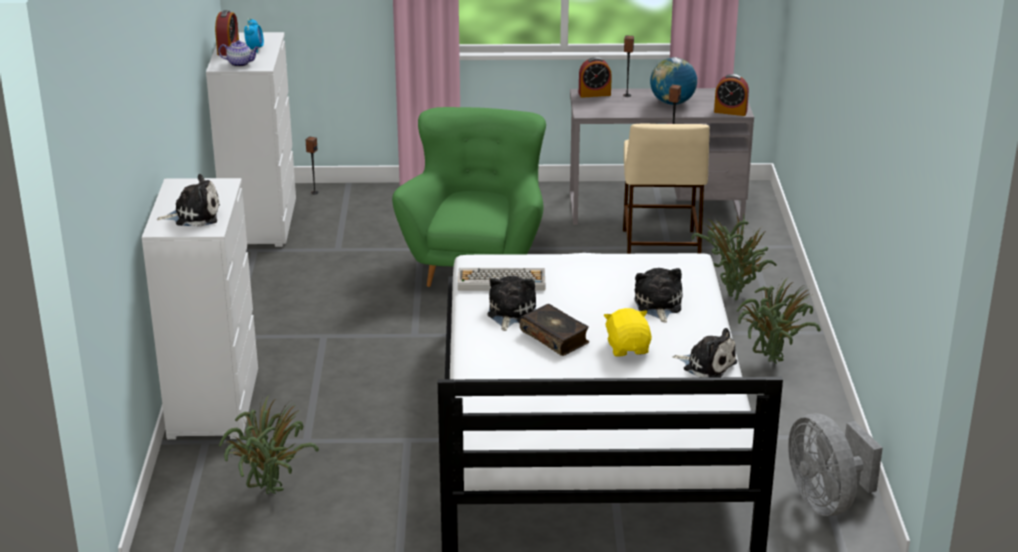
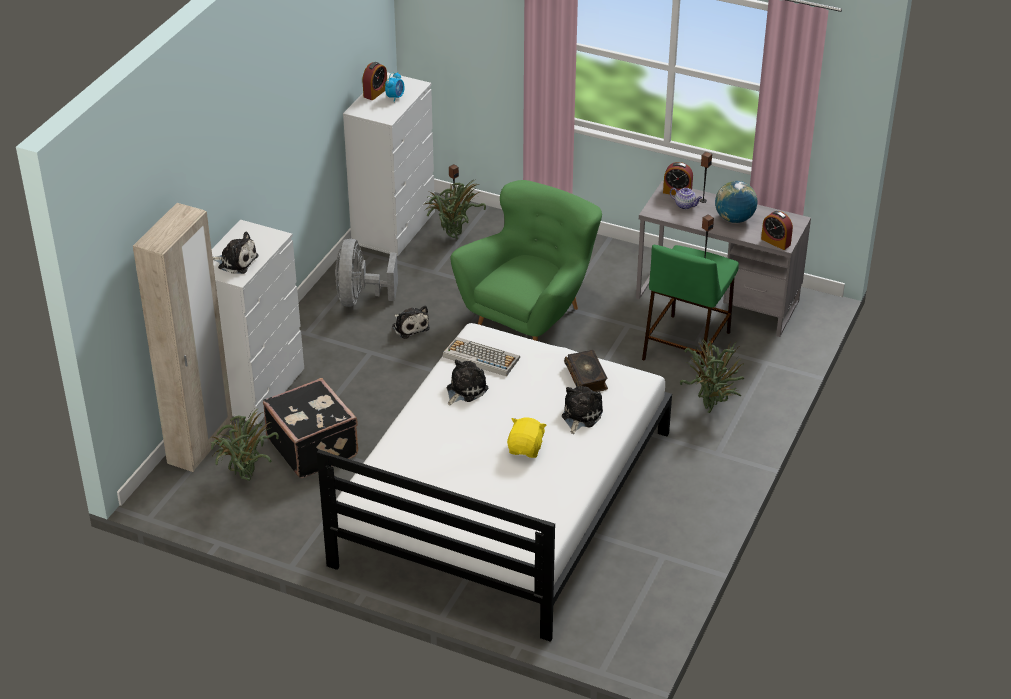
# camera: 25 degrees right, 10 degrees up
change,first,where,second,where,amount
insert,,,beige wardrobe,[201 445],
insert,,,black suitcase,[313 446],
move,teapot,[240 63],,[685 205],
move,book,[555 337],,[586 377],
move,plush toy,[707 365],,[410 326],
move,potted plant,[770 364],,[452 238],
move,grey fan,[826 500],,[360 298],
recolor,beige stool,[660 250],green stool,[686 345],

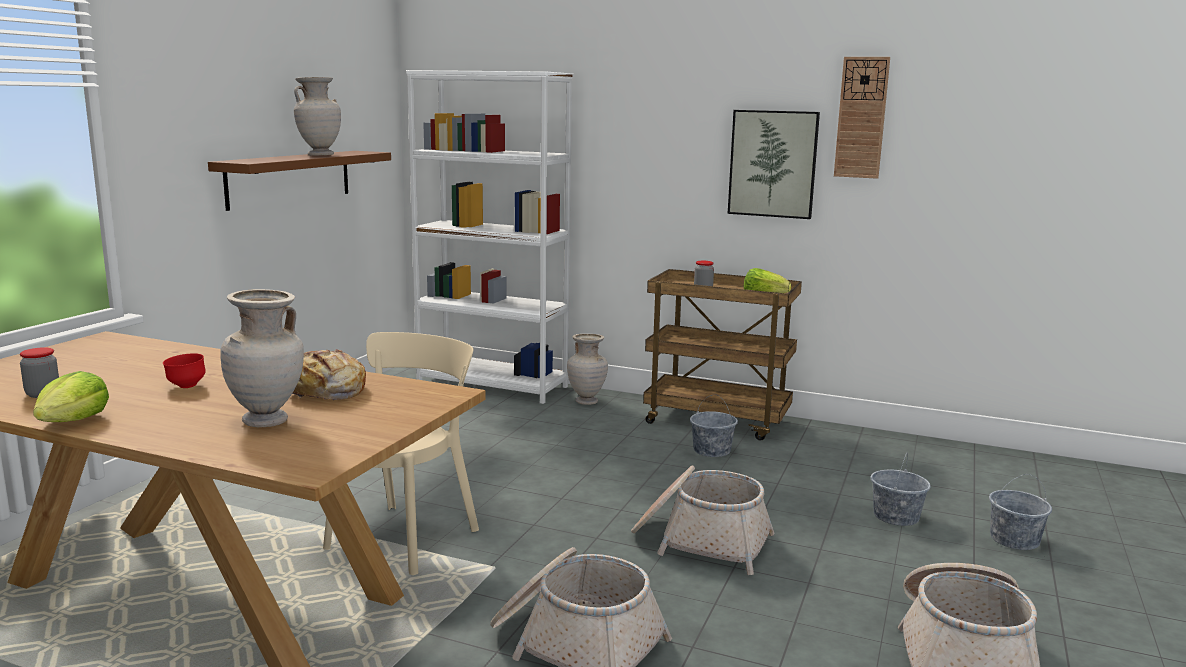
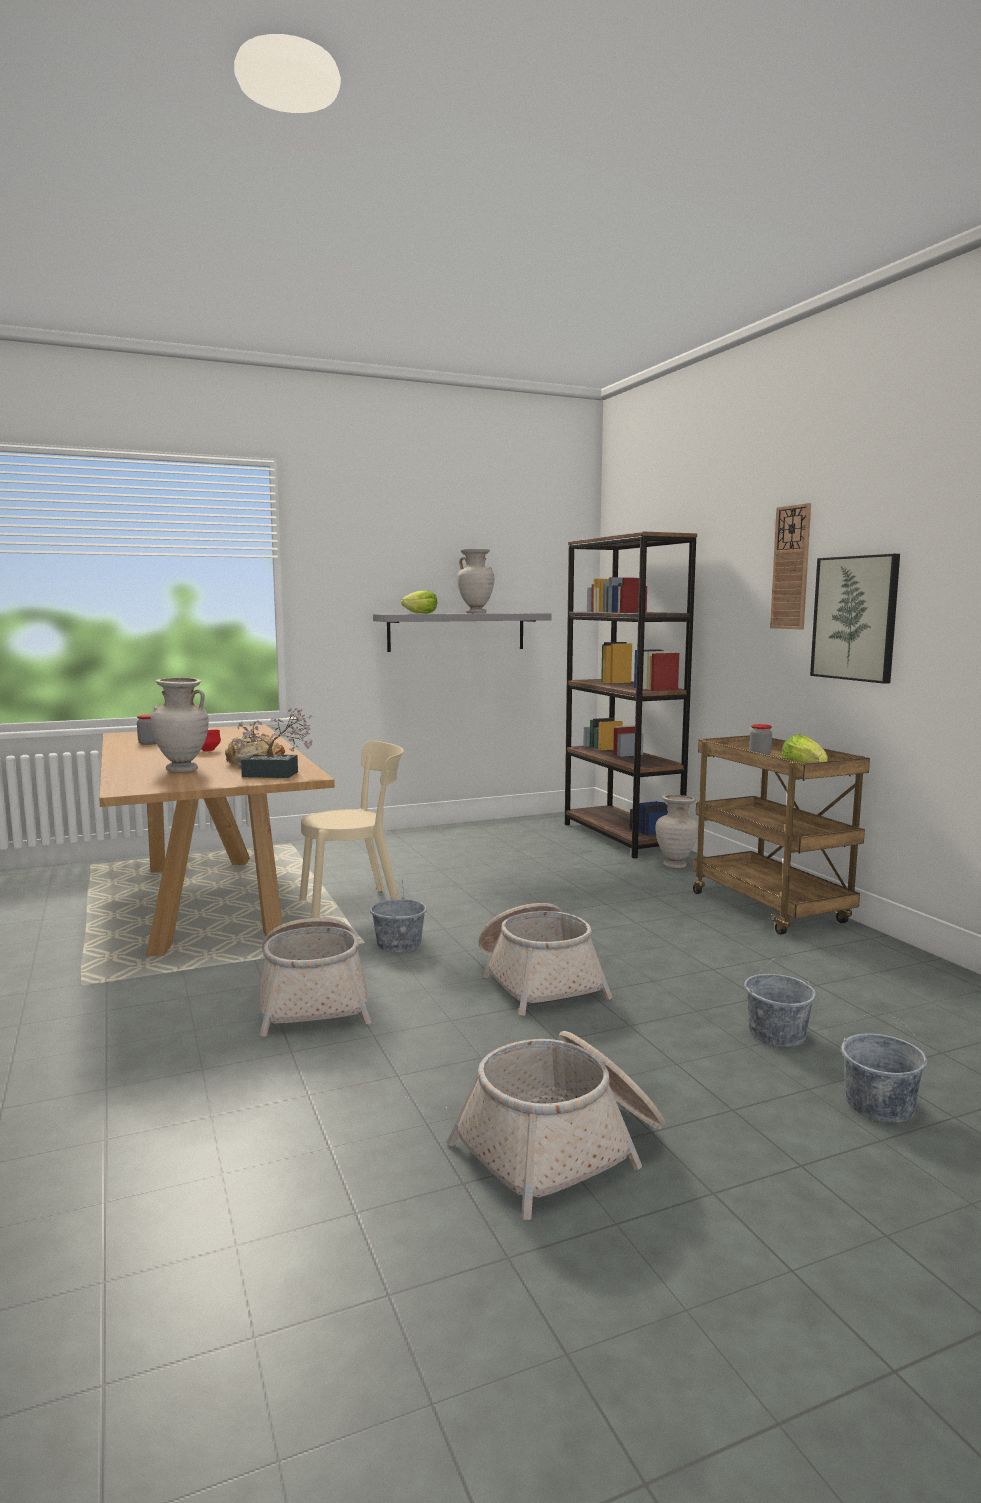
# camera: 45 degrees right, 5 degrees down
change,first,where,second,where,amount
insert,,,potted plant,[276 774],
move,lettuce,[74 421],,[420 613],
move,grey bucket,[711 450],,[399 945],
move,wall clock,[861 118],,[791 567],
recolor,brown shelf,[290 178],grey shelf,[456 632],
recolor,white bookcase,[492 385],brown bookcase,[621 837],

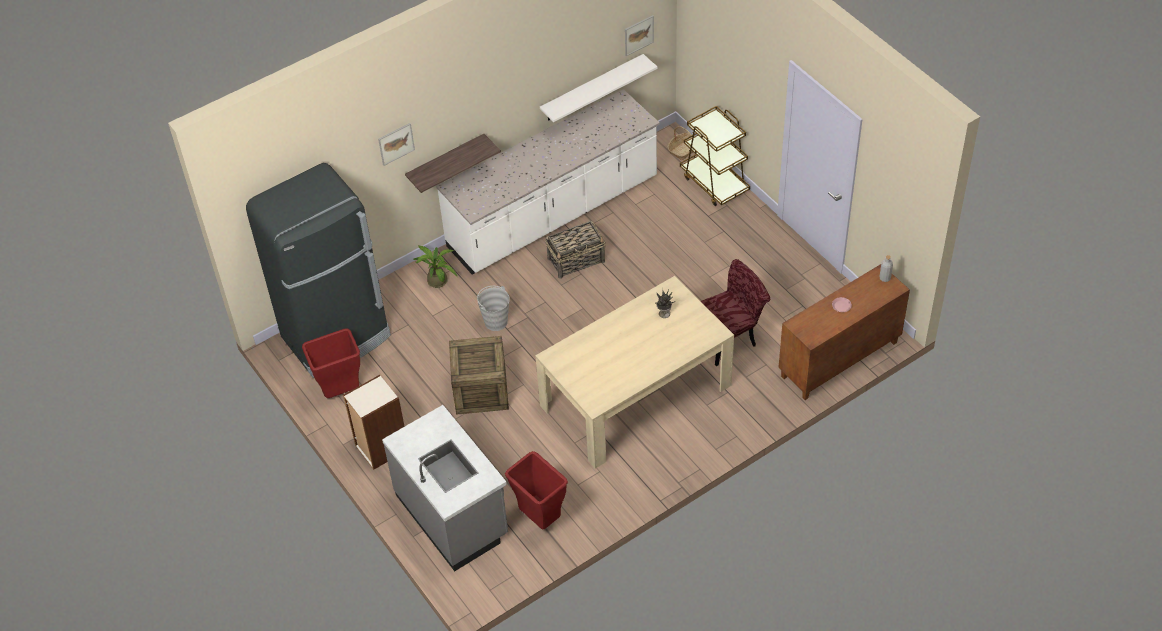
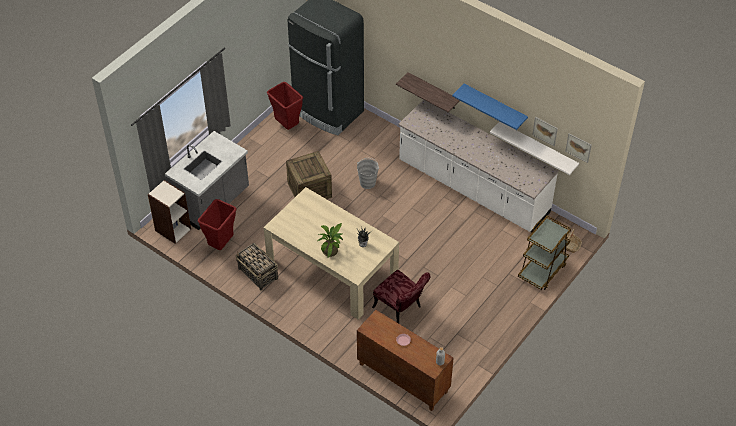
# camera: 70 degrees right, 0 degrees up
change,first,where,second,where,amount
insert,,,blue shelf,[495 105],
move,bookcase,[381 448],,[172 229],
move,picture,[396 143],,[545 131],
move,potted plant,[436 279],,[331 250],
move,basket,[576 260],,[258 274],

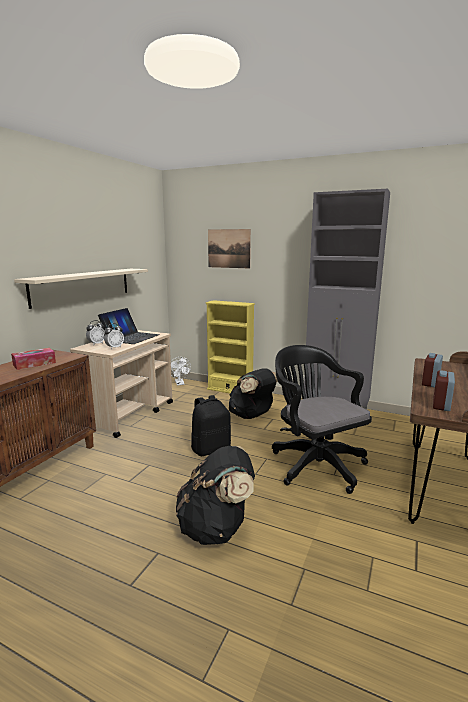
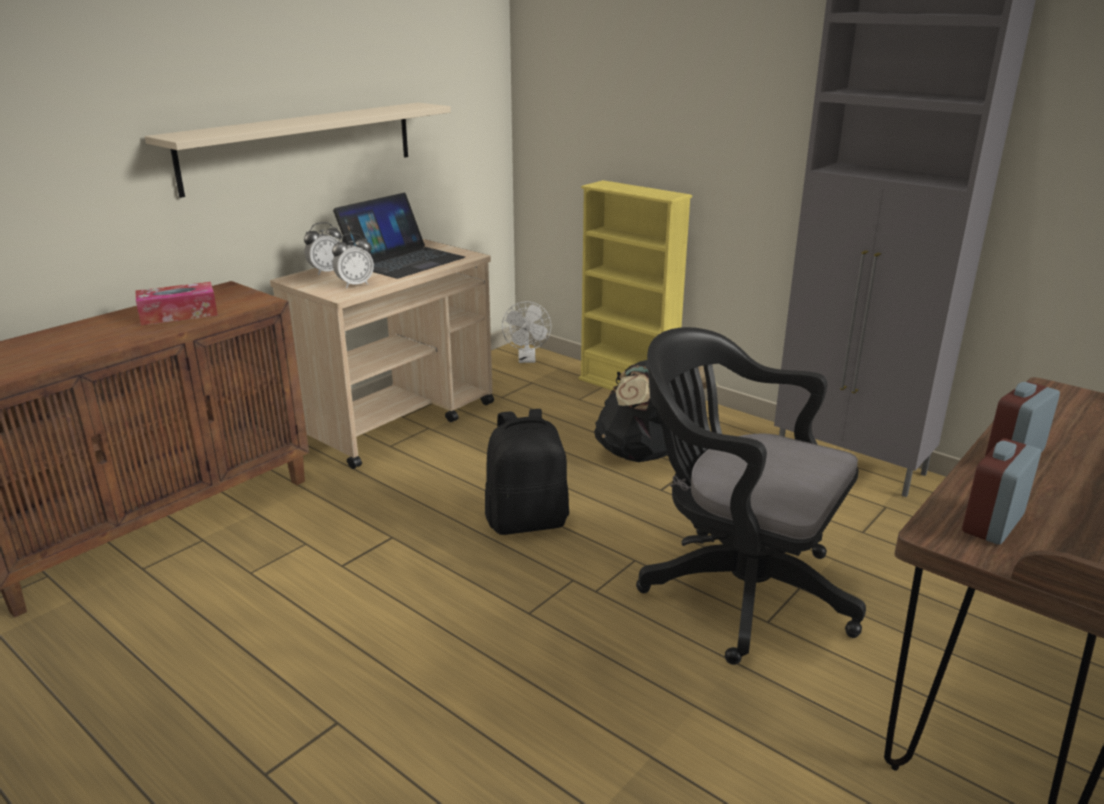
# camera: 15 degrees right, 10 degrees up
change,first,where,second,where,amount
delete,black backpack,[216 528],,,
delete,picture,[229 248],,,
rotate,black office chair,[315 463],,[736 588],45 degrees counterclockwise

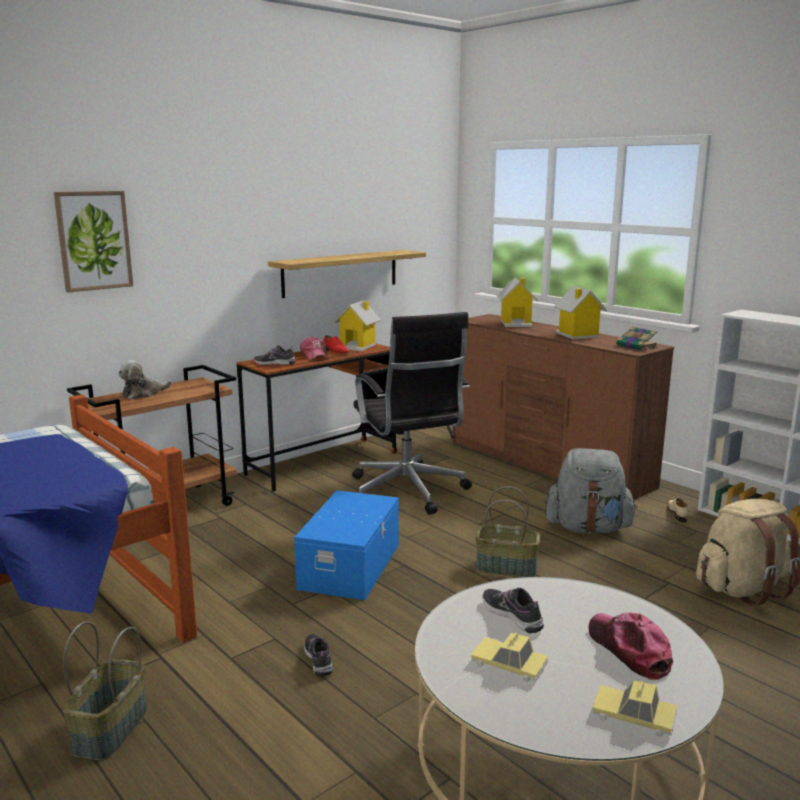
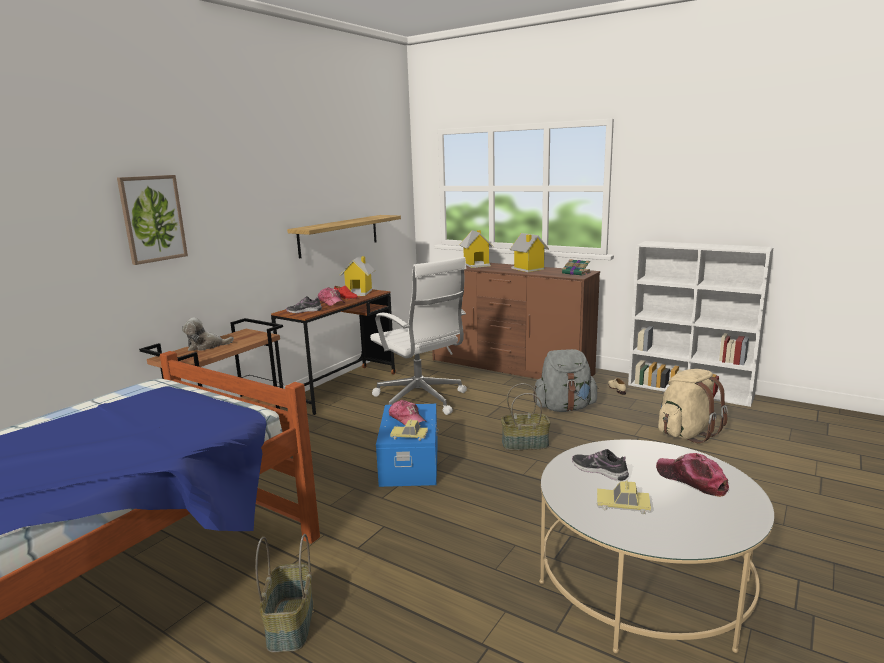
# camera: 15 degrees left, 0 degrees up
change,first,where,second,where,amount
delete,shoe,[318 659],,,
insert,,,cap,[407 419],
move,toy car,[634 716],,[409 436],
recolor,black office chair,[408 492],white office chair,[421 400],
rotate,plush toy,[143 393],,[206 346],45 degrees clockwise

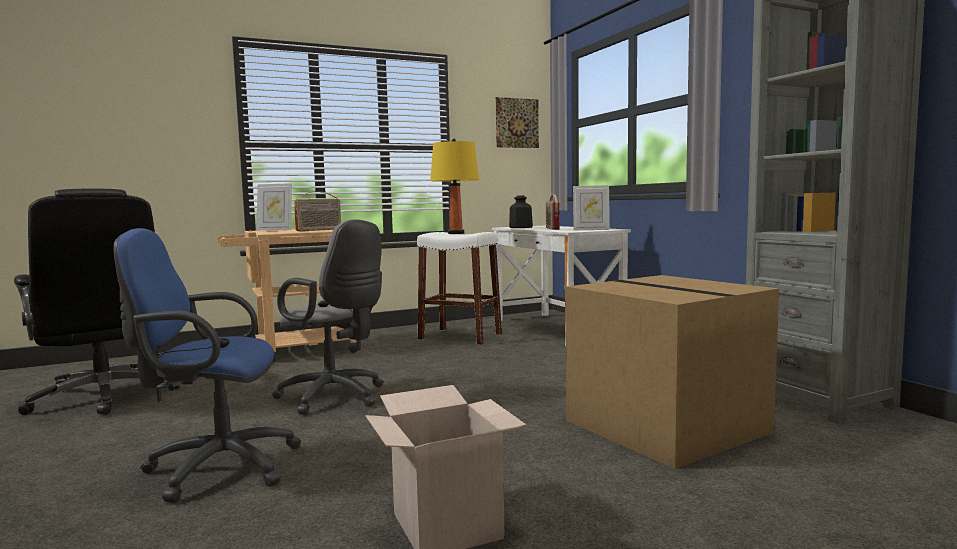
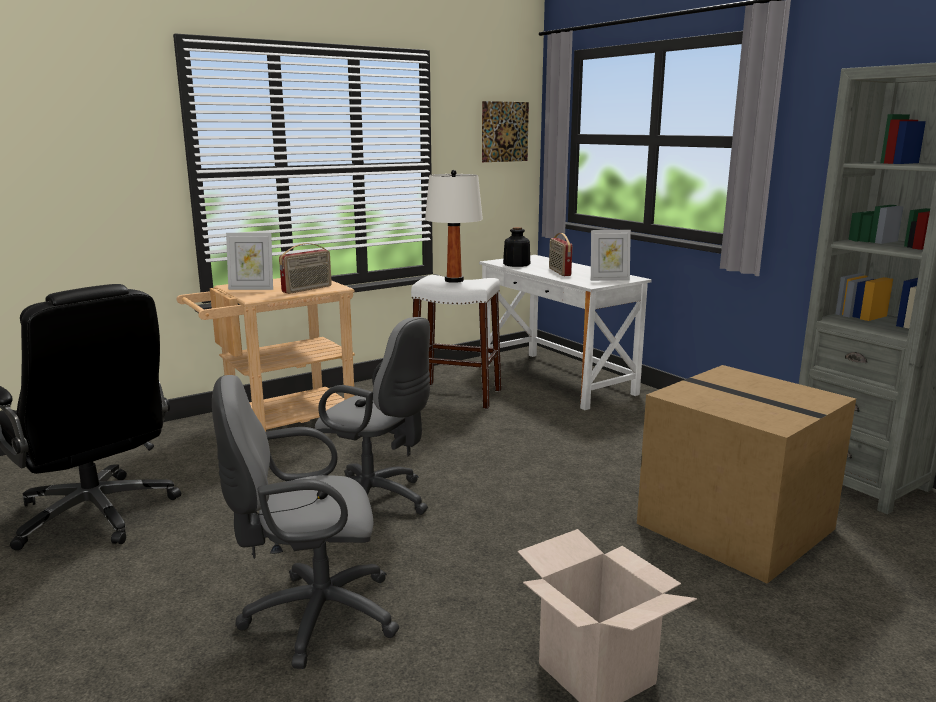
# camera: 10 degrees left, 10 degrees up
change,first,where,second,where,amount
recolor,blue office chair,[214 468],grey office chair,[312 617],
recolor,yellow table lamp,[456 233],white table lamp,[454 280],

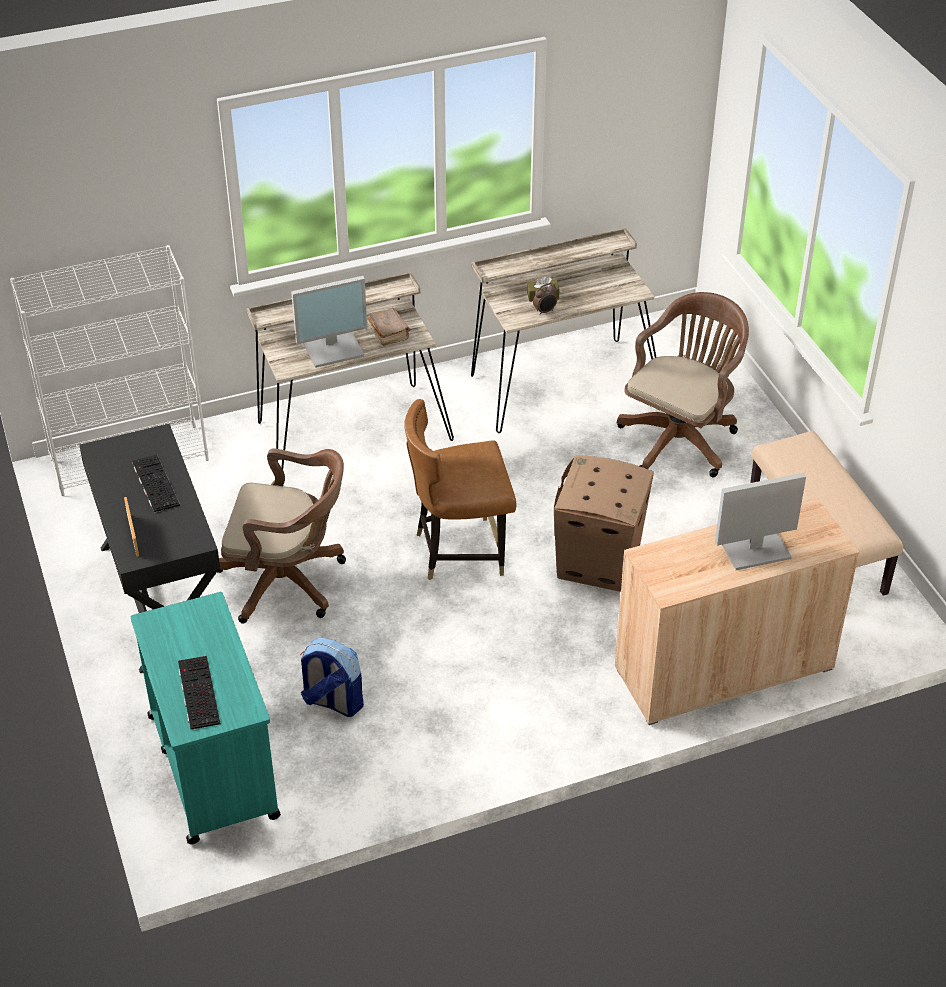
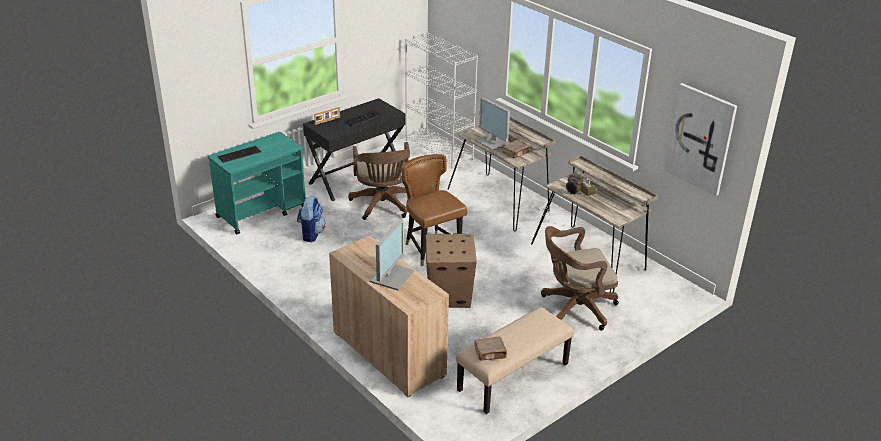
# camera: 70 degrees right, 10 degrees down
change,first,where,second,where,amount
insert,,,brown book,[490 353],
insert,,,picture,[700 139],
rotate,brown office chair,[680 438],,[574 308],150 degrees clockwise
rotate,monitor,[752 547],,[391 276],60 degrees clockwise

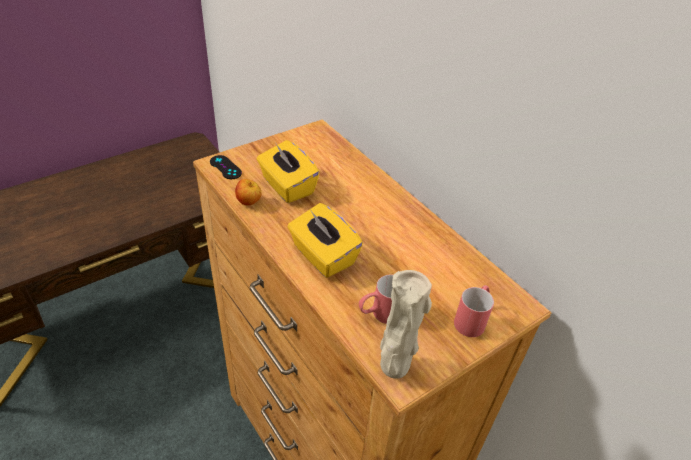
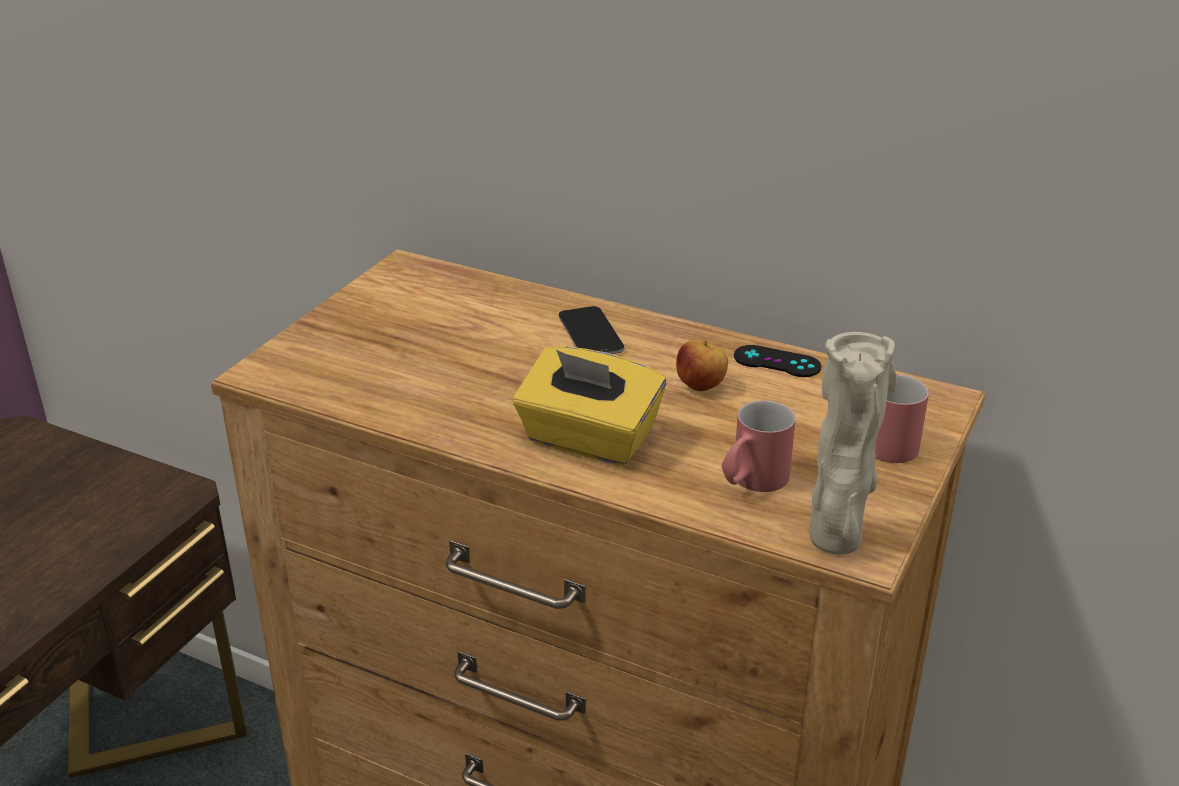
# camera: 25 degrees left, 10 degrees down
change,first,where,second,where,amount
delete,yellow tissue box,[287 186],,,
insert,,,phone,[590 334],
move,black game controller,[225 167],,[777 362],
move,apple,[249 203],,[701 387],

